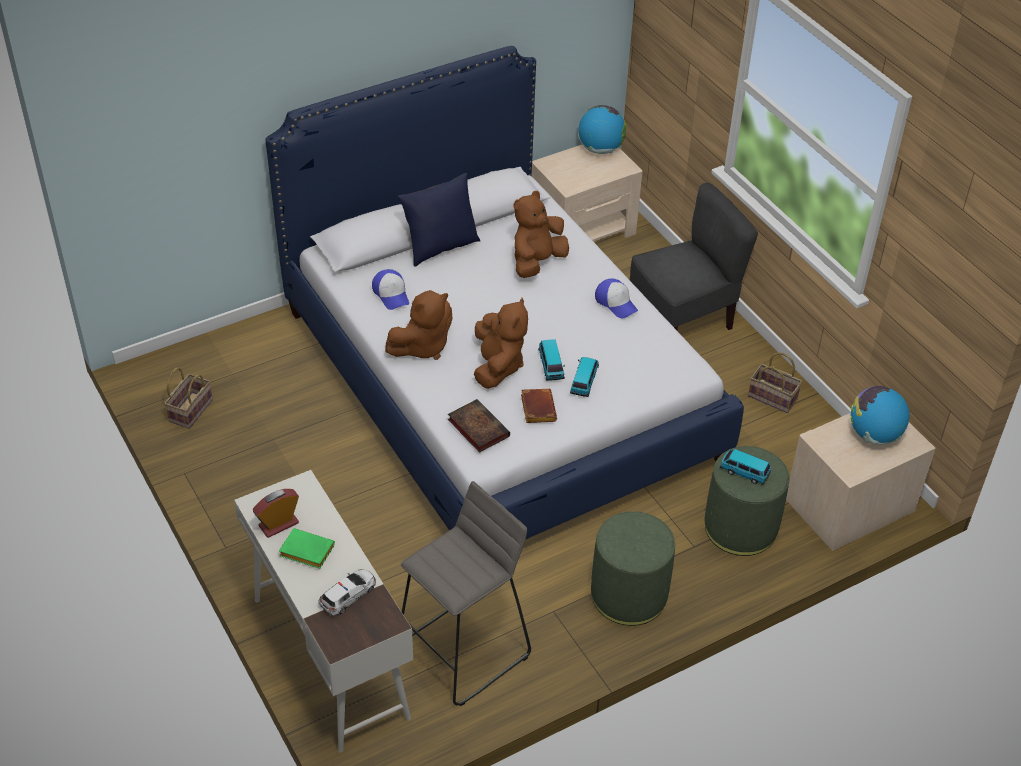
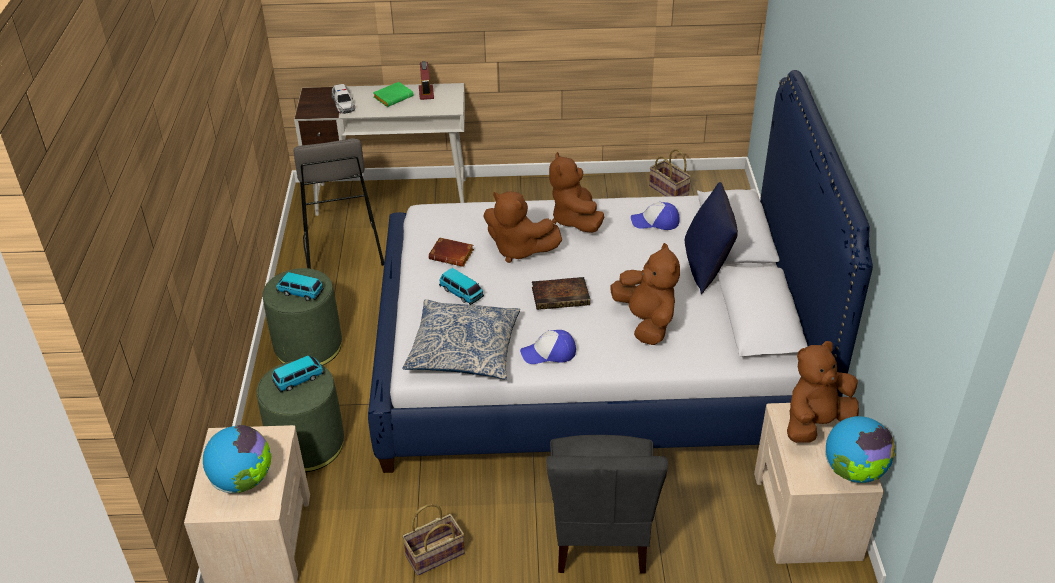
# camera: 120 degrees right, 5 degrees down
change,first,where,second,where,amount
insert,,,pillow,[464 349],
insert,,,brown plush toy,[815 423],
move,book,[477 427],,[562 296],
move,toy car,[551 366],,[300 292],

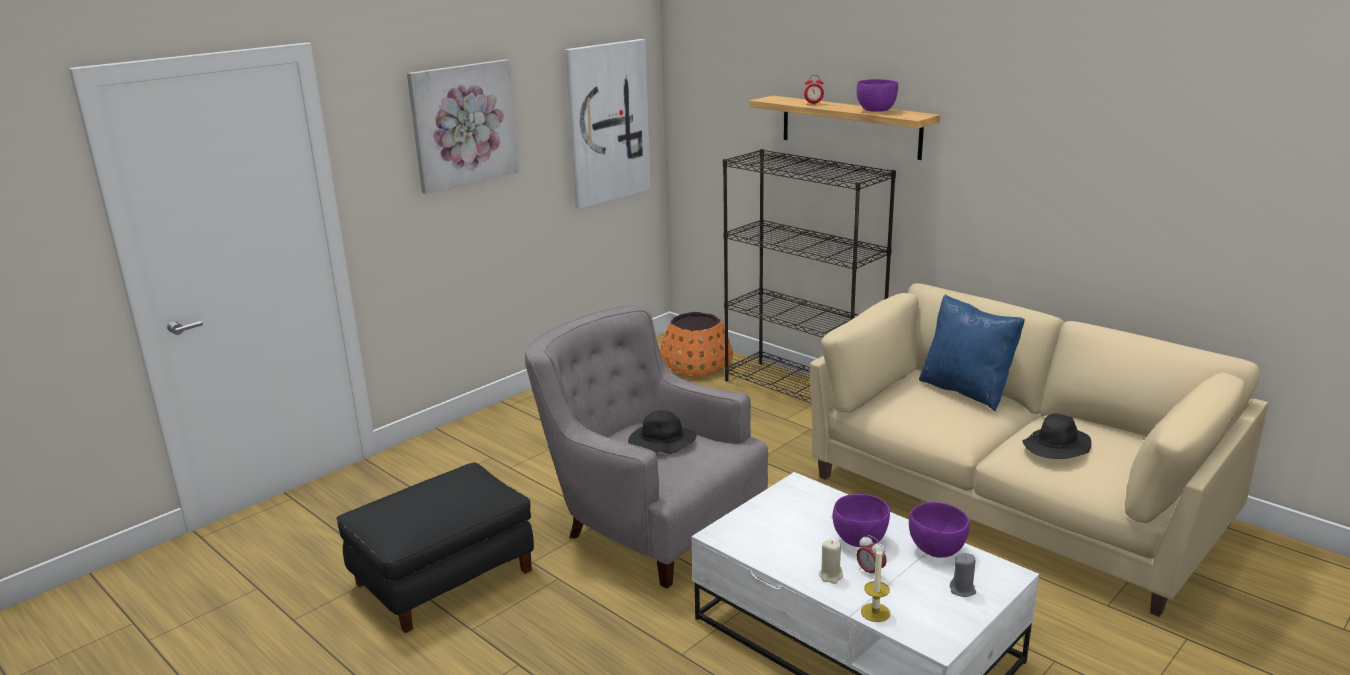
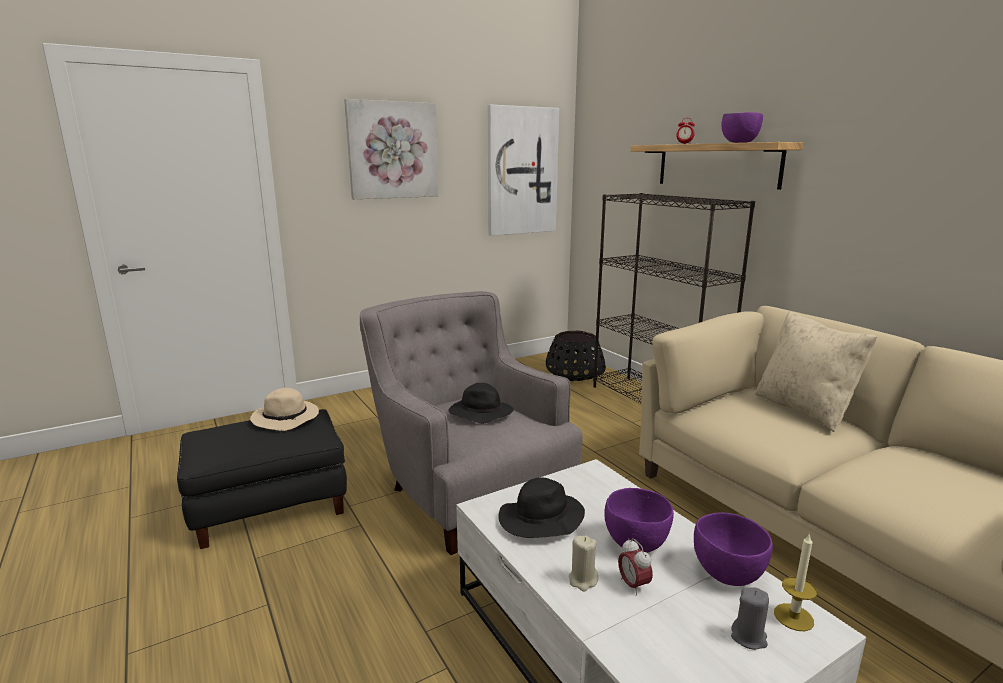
# camera: 15 degrees right, 5 degrees down
change,first,where,second,where,amount
insert,,,beige hat,[287 418],
move,candle,[875 612],,[793 617],
move,black hat,[1056 448],,[540 521],
recolor,orange planter,[696 365],black planter,[575 373],
recolor,blue pillow,[966 391],beige pillow,[804 410],

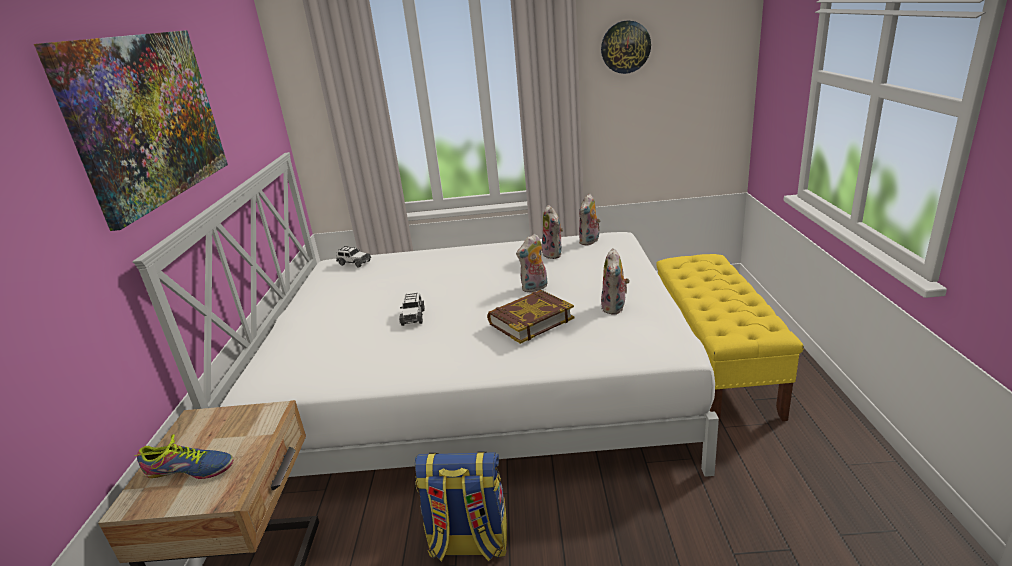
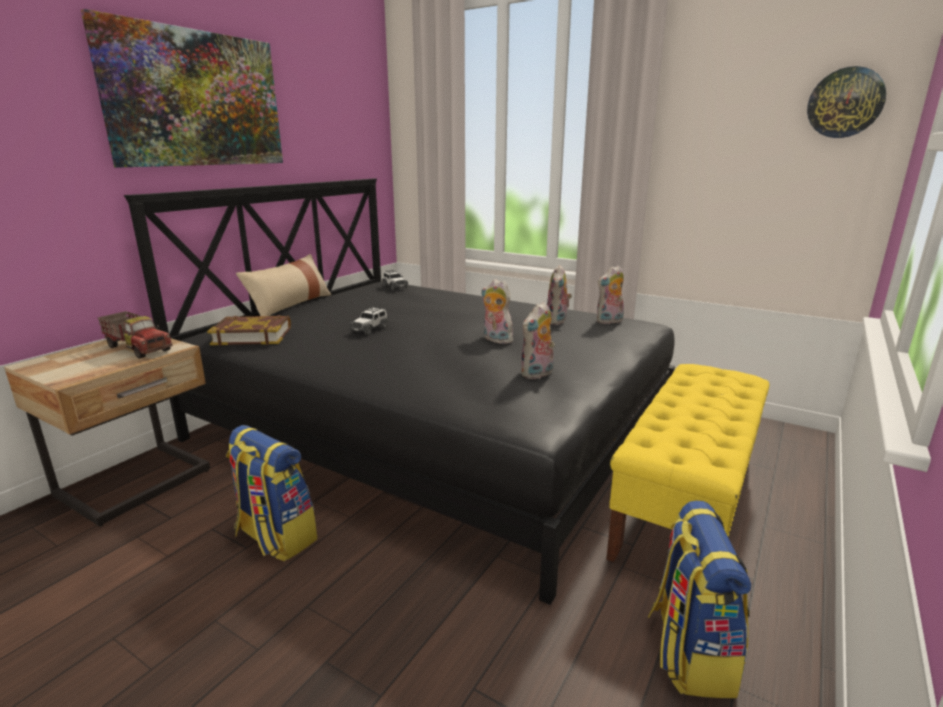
# camera: 30 degrees right, 5 degrees down
change,first,where,second,where,amount
delete,shoe,[190 469],,,
insert,,,toy truck,[139 348],
insert,,,beige pillow,[290 305],
insert,,,backpack,[689 651],
move,book,[530 321],,[252 336],
move,wall clock,[625 47],,[845 103],
recolor,white bed,[477 387],black bed,[433 428],
rotate,plush toy,[535 288],,[495 340],45 degrees clockwise

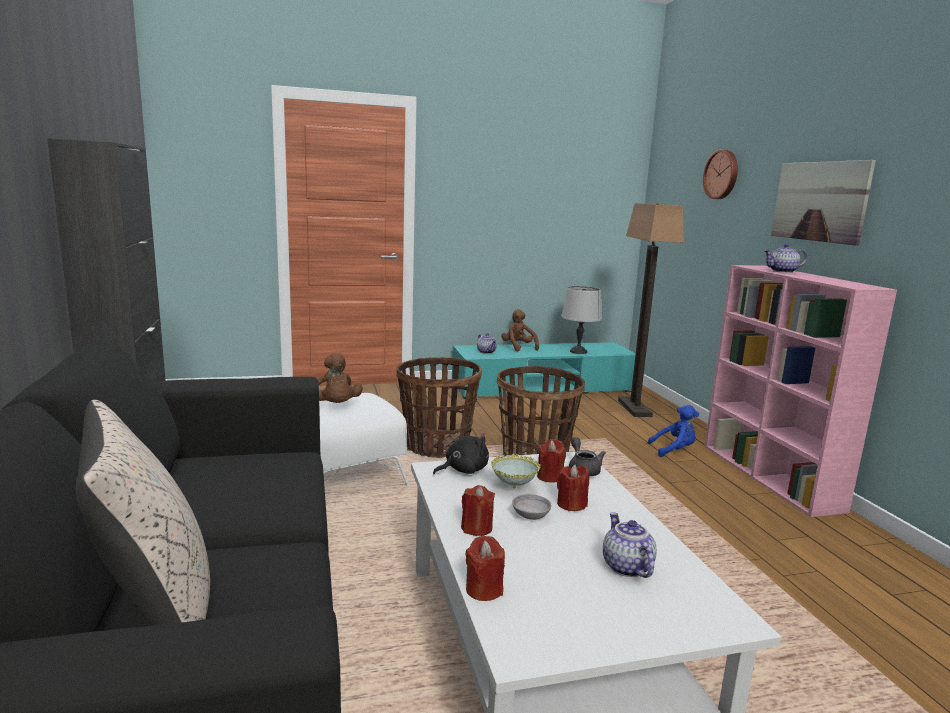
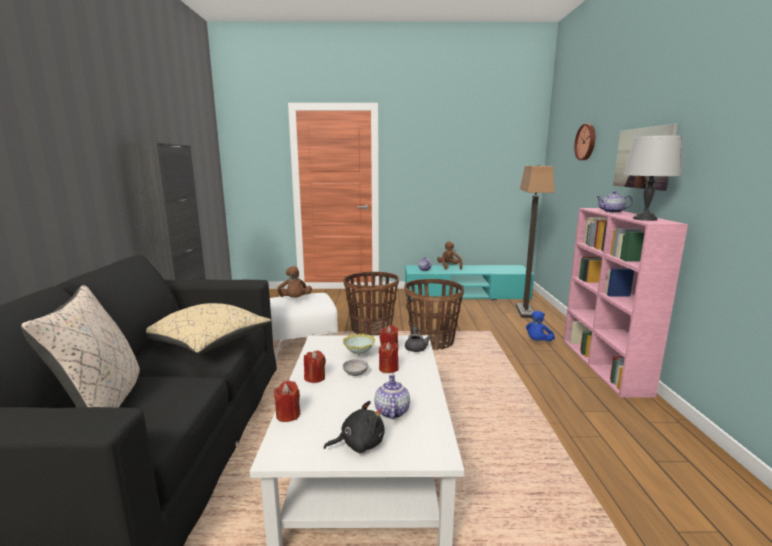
# camera: 15 degrees right, 0 degrees up
change,first,where,second,where,amount
insert,,,beige pillow,[210 343],
move,black plush toy,[463 470],,[359 444],
move,grey table lamp,[578 352],,[645 219],
rotate,blue plush toy,[674 450],,[538 342],120 degrees clockwise

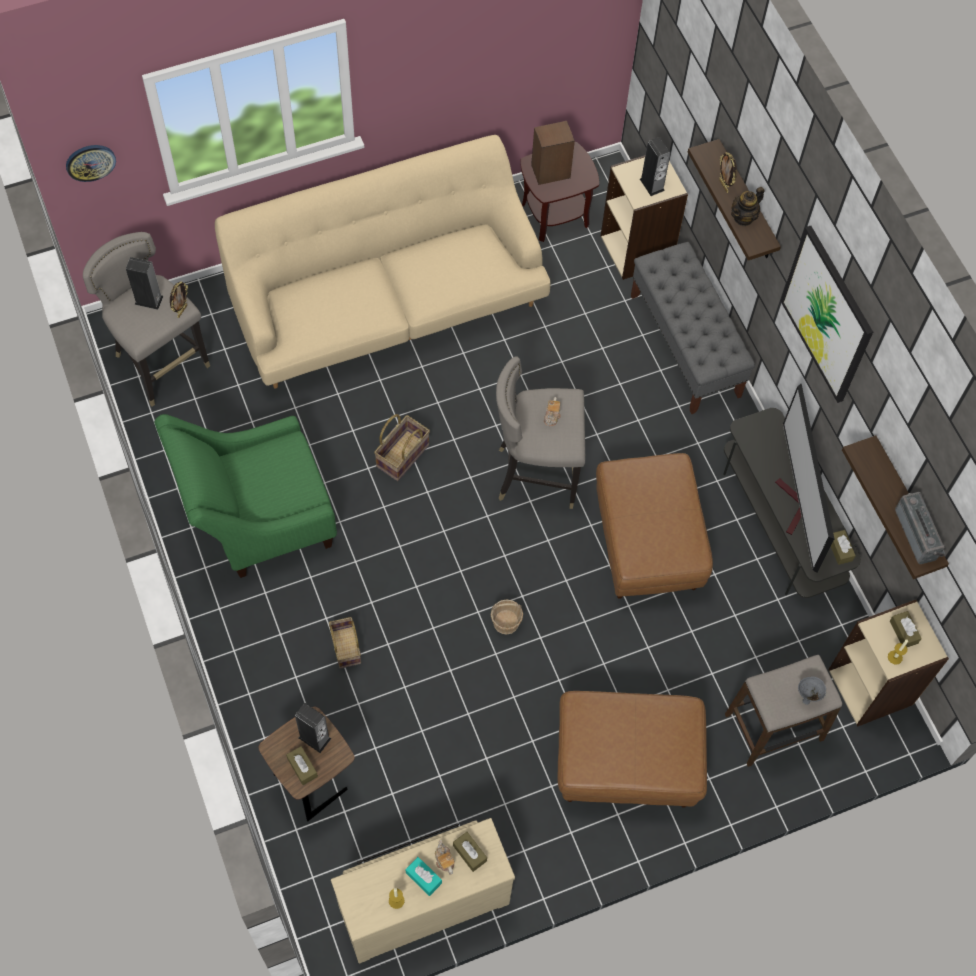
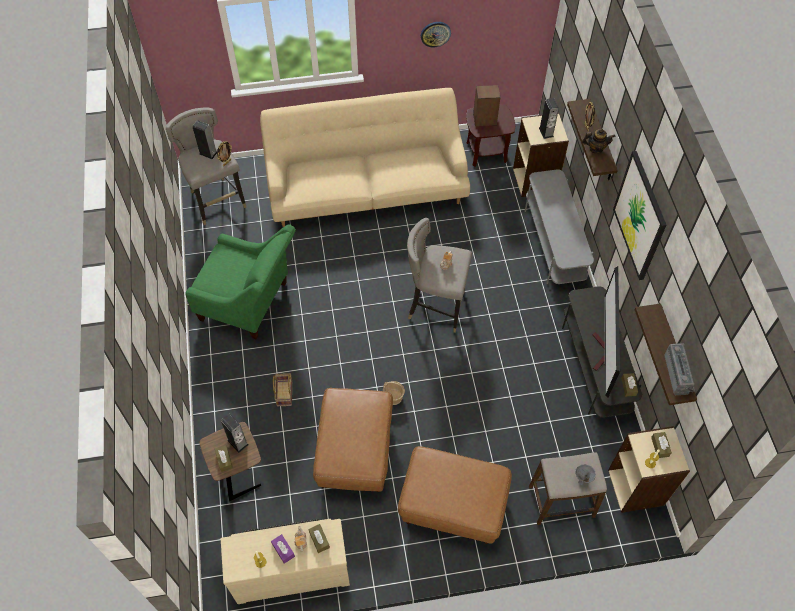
# camera: 15 degrees right, 5 degrees down
change,first,where,second,where,amount
delete,basket,[402 455],,,
move,wall clock,[90 162],,[435 33],
move,brown ottoman,[648 543],,[355 452],
replace,grey bench,[685 346],grey tv stand,[554 244],
recolor,turquoise tissue box,[423 878],purple tissue box,[283 550],
rotate,green armchair,[257 519],,[250 303],150 degrees counterclockwise
rotate,teapot,[743 217],,[595 148],150 degrees counterclockwise

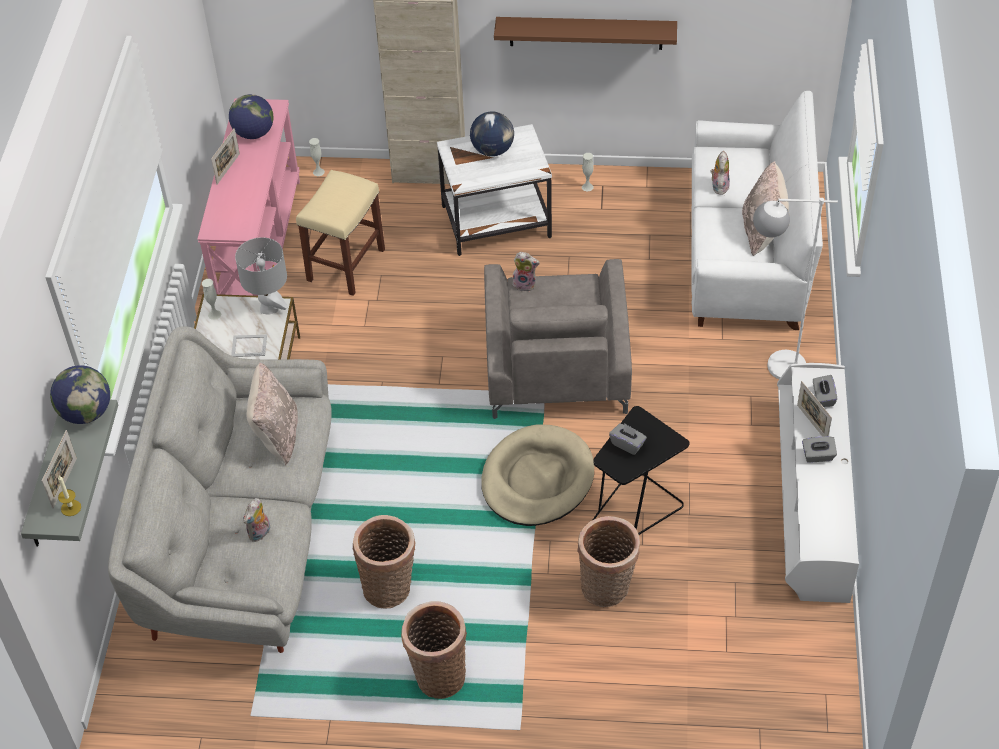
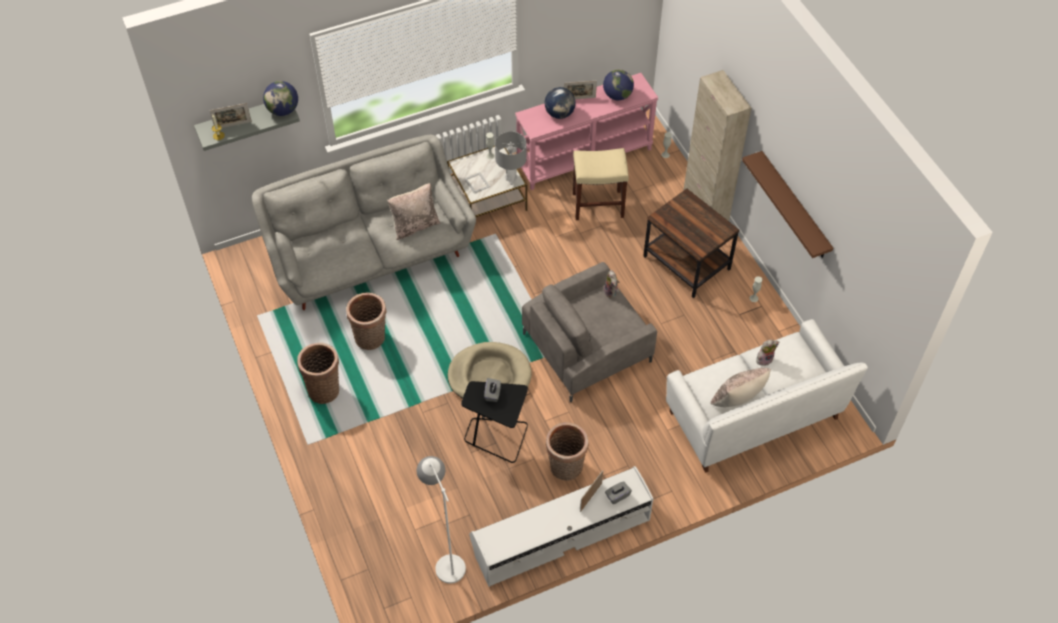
# camera: 60 degrees right, 5 degrees up
change,first,where,second,where,amount
delete,plush toy,[260 534],,,
delete,grey tissue box,[818 456],,,
move,globe,[493 150],,[559 114],
move,basket,[607 589],,[565 468],
move,white floor lamp,[772 366],,[446 560],
recolor,white side table,[496 221],brown side table,[687 263],

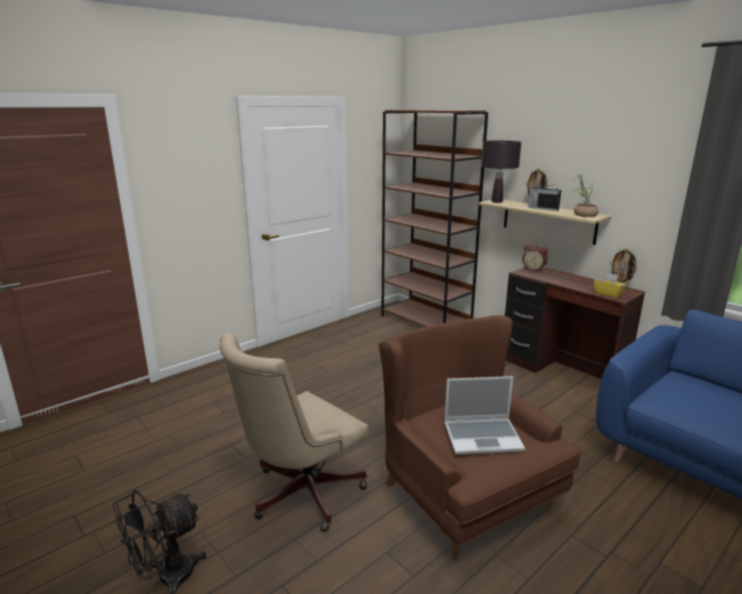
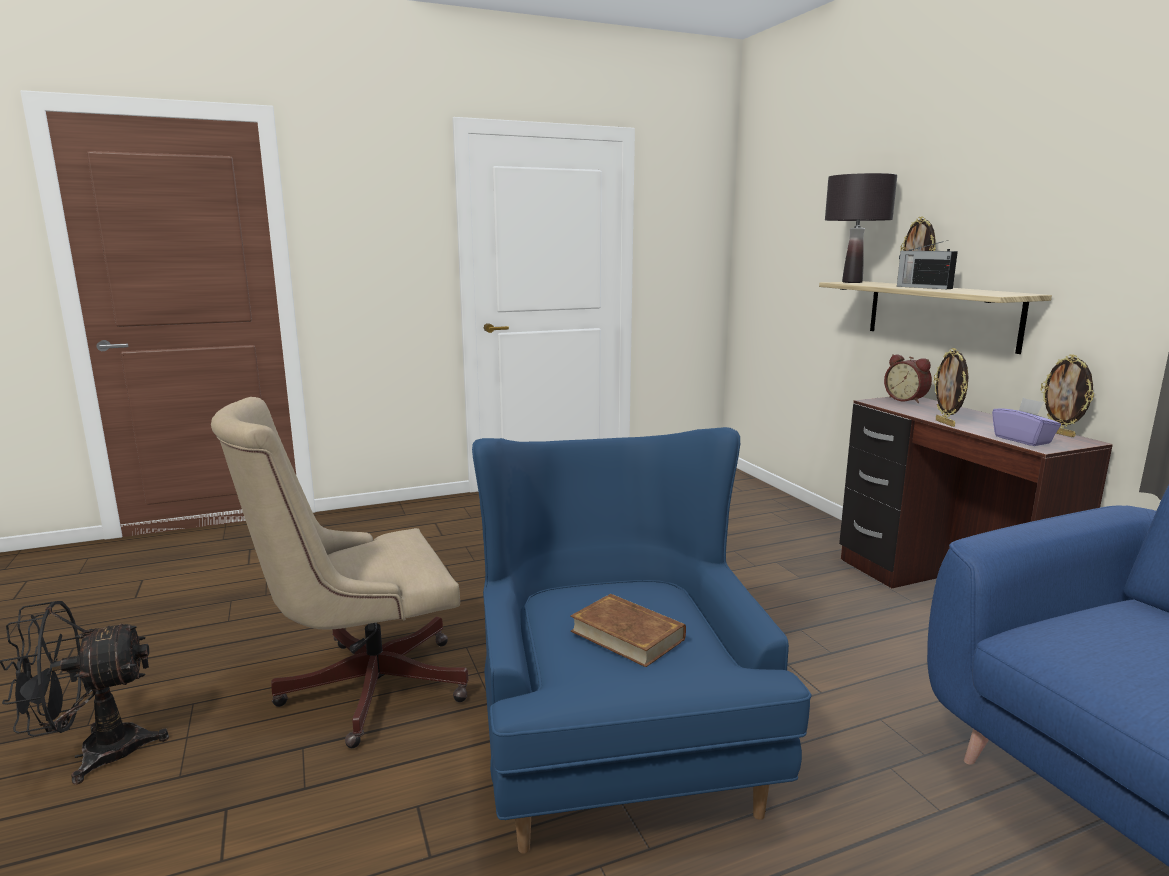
# camera: 20 degrees right, 5 degrees down
change,first,where,second,where,amount
delete,brown bookcase,[426 322],,,
delete,potted plant,[582 215],,,
insert,,,picture frame,[946 423],
replace,laptop,[483 437],brown book,[627 635],
recolor,brown armchair,[462 493],blue armchair,[617 746],
recolor,yellow tissue box,[608 294],purple tissue box,[1022 440],

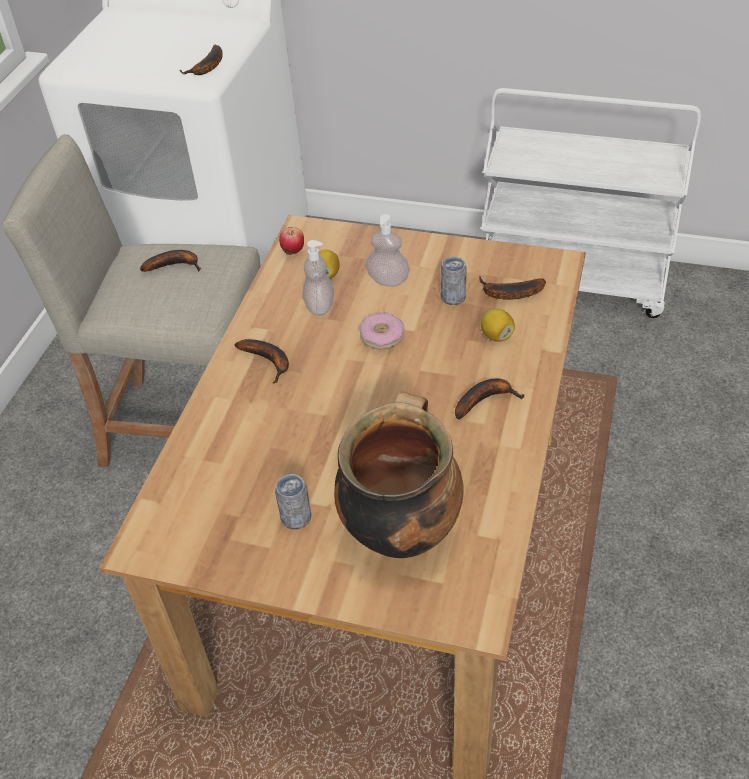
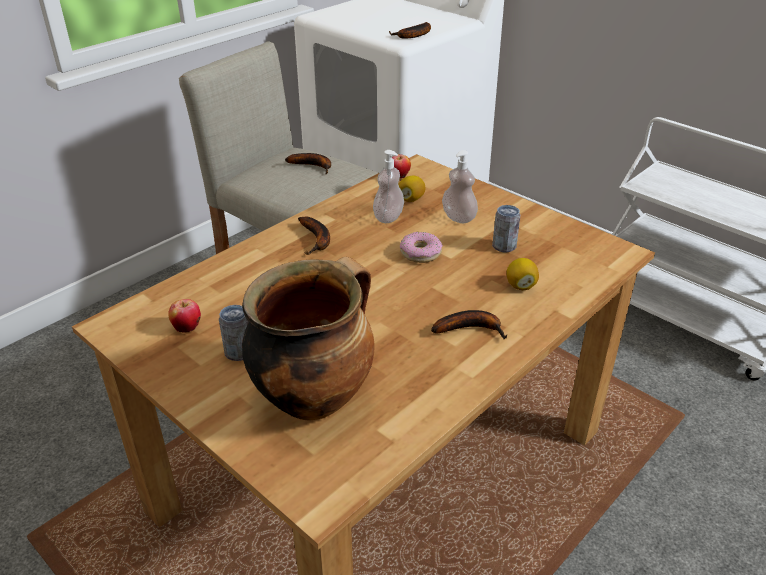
# camera: 25 degrees right, 10 degrees down
change,first,where,second,where,amount
delete,banana,[508 293],,,
insert,,,apple,[187 328],

